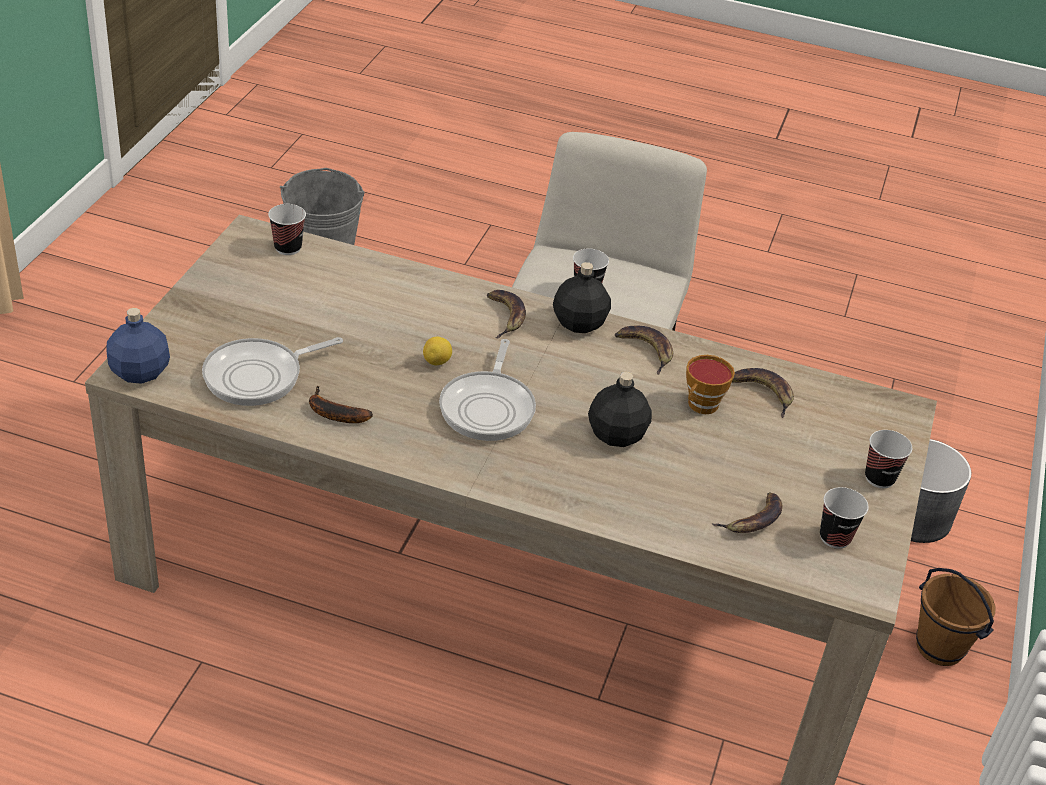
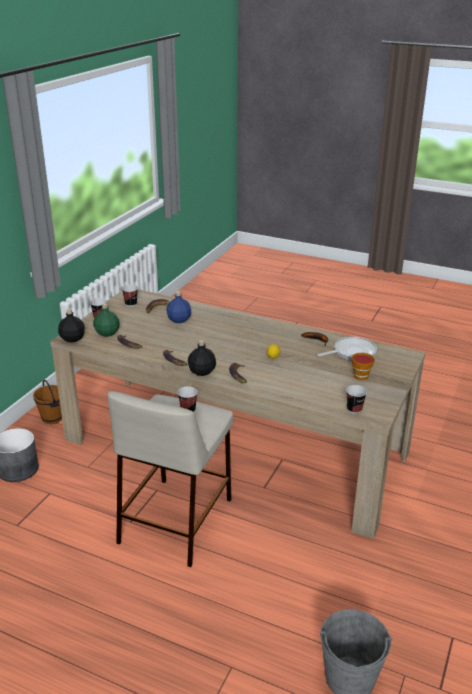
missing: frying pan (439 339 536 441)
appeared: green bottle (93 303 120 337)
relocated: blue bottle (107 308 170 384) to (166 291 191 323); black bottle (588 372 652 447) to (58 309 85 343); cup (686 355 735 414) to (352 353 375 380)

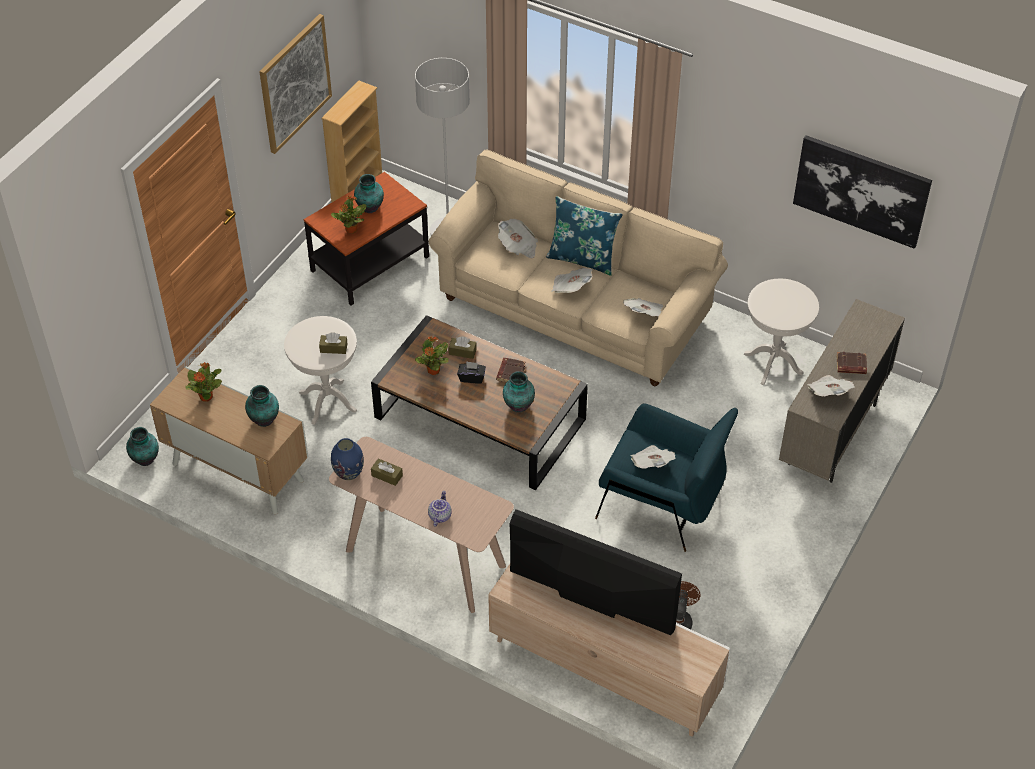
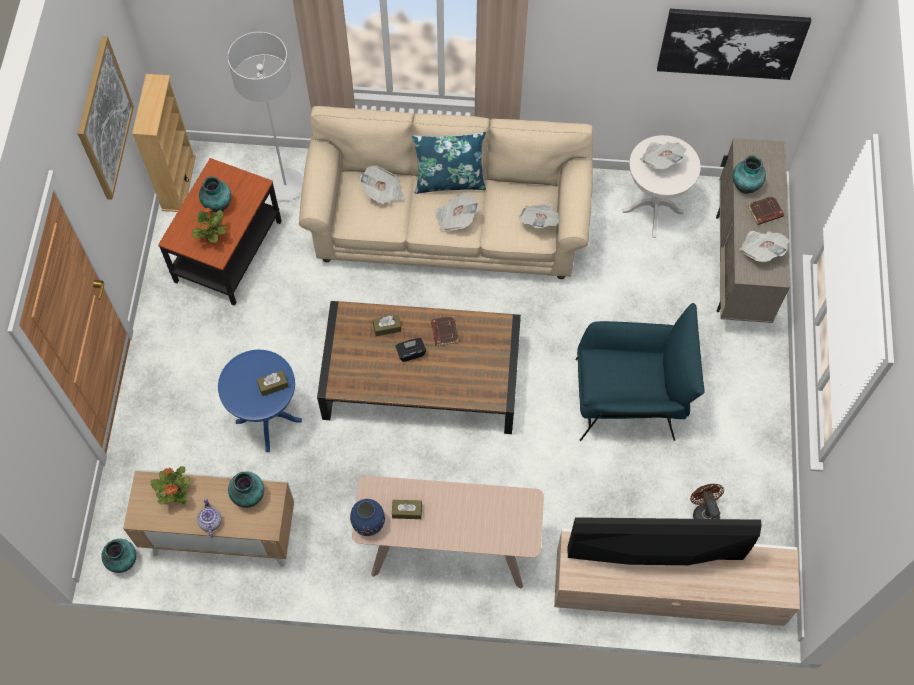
missing: potted plant (415 336 449 375)
relocated: teapot (428 491 452 527) to (197 498 222 538); vase (503 371 535 412) to (733 156 766 194); newspaper (631 445 676 469) to (640 142 687 169)
colour: white side table (284 316 357 425) to blue side table (218 350 302 452)

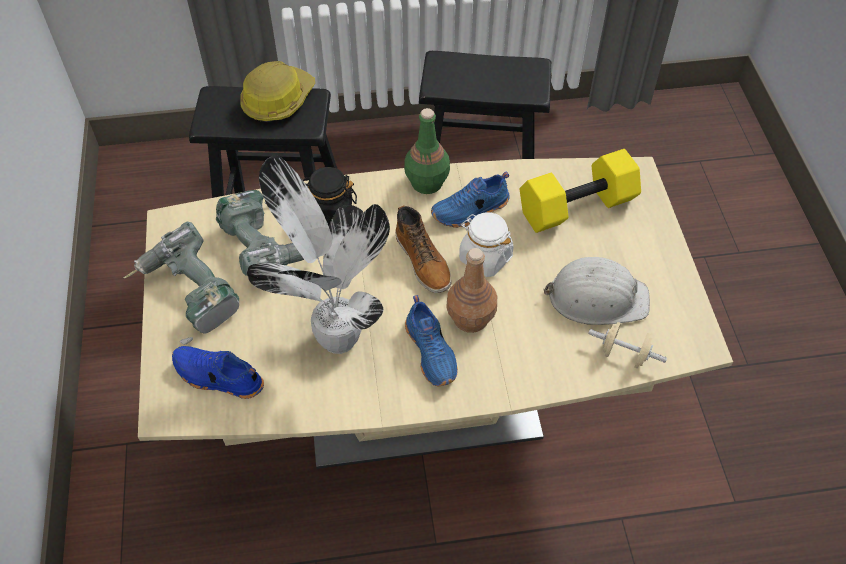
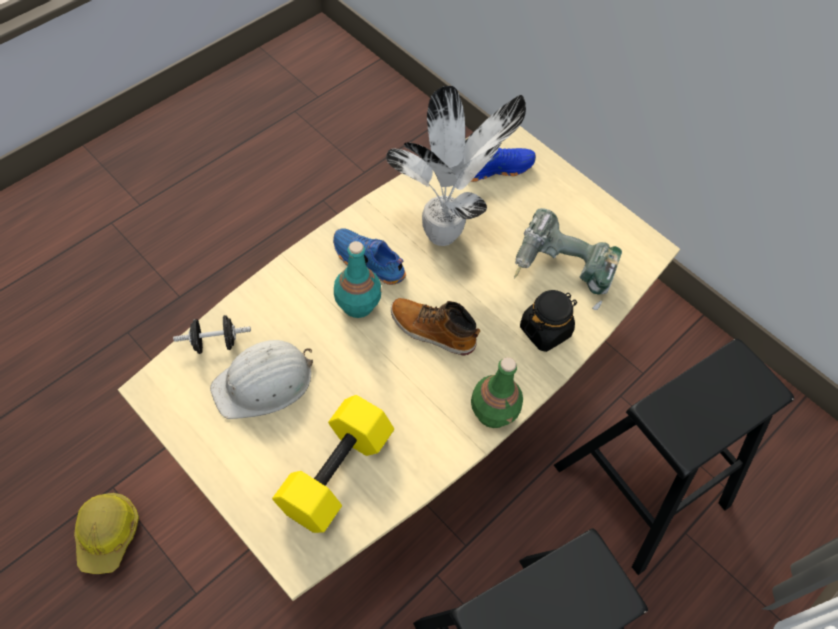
missing: power drill (123 222 239 345); blue shoe (431 172 510 228); white jar (459 212 514 277)
relocated: hard hat (241 61 315 122) to (74 493 139 574)
colour: brown bottle (446 248 497 333) to turquoise bottle (334 241 381 318); beige dumbbell (588 322 667 368) to black dumbbell (173 315 251 354)

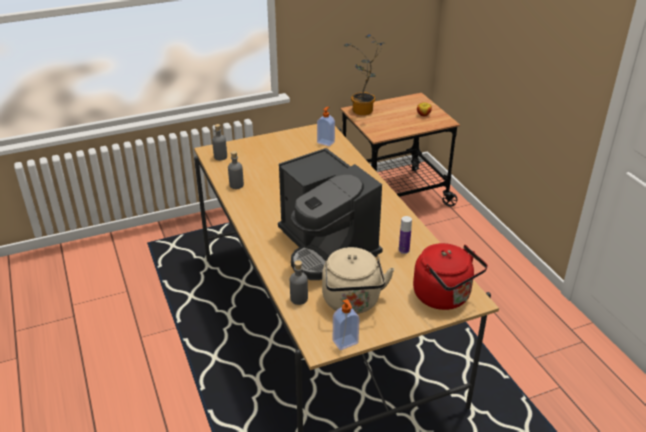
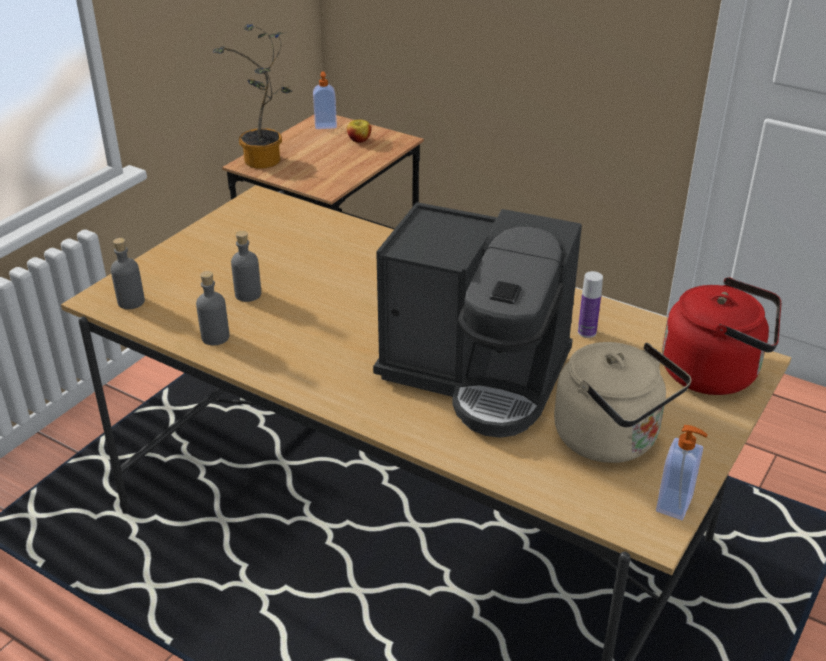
relocated: grey bottle (290 260 308 305) to (231 231 261 302); soap dispenser (317 107 335 146) to (313 72 337 129)

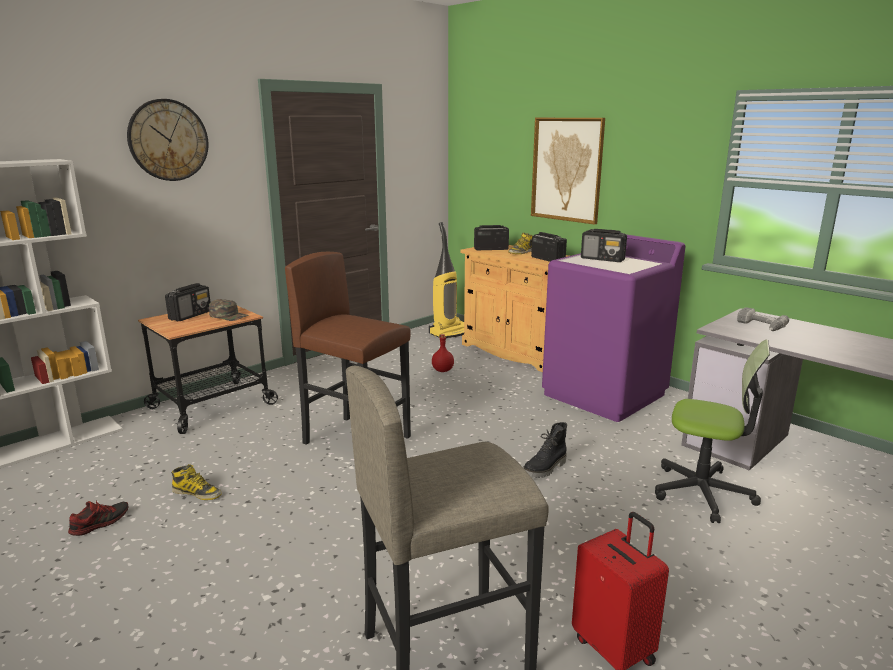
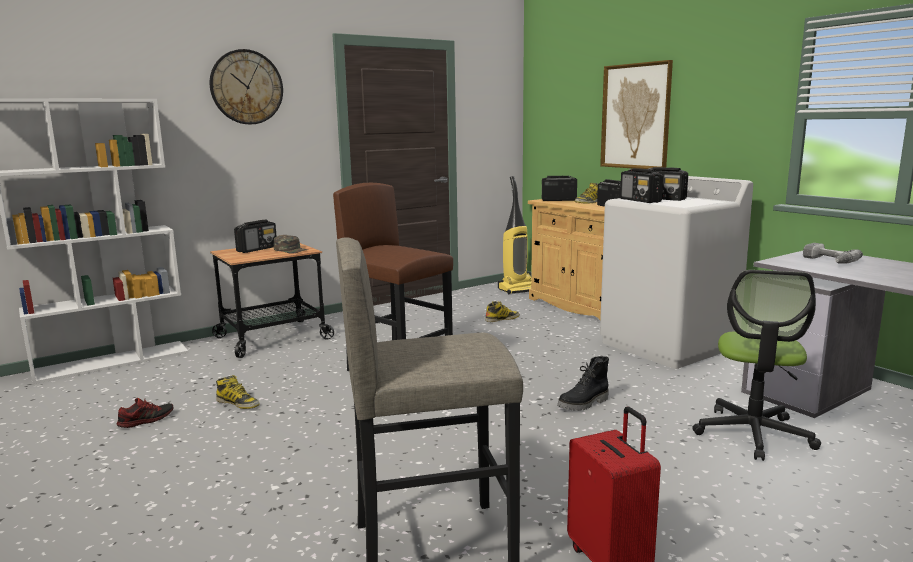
appeared: radio (620 168 663 203)
exchanged: red bottle (432 334 454 372) to boot (485 301 520 322)
colour: purple washing machine (542 234 685 422) to white washing machine (600 176 753 369)
spun: office chair (655 340 770 523) = (692 270 821 461) 75 degrees clockwise

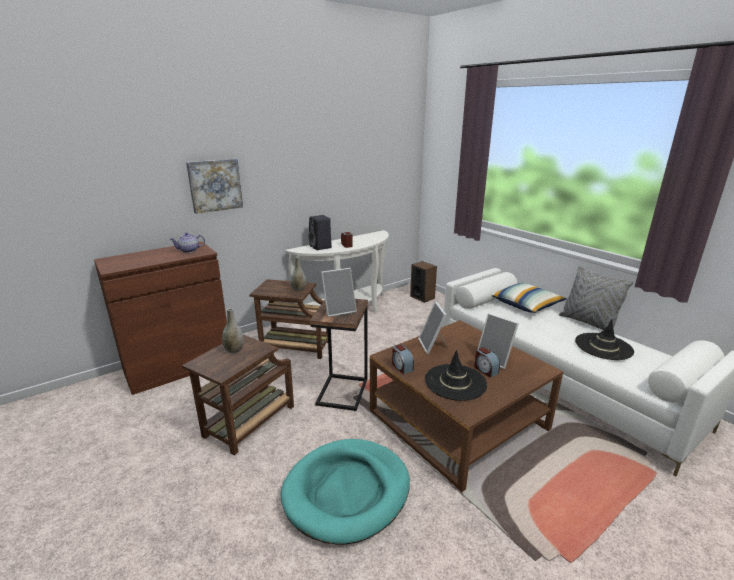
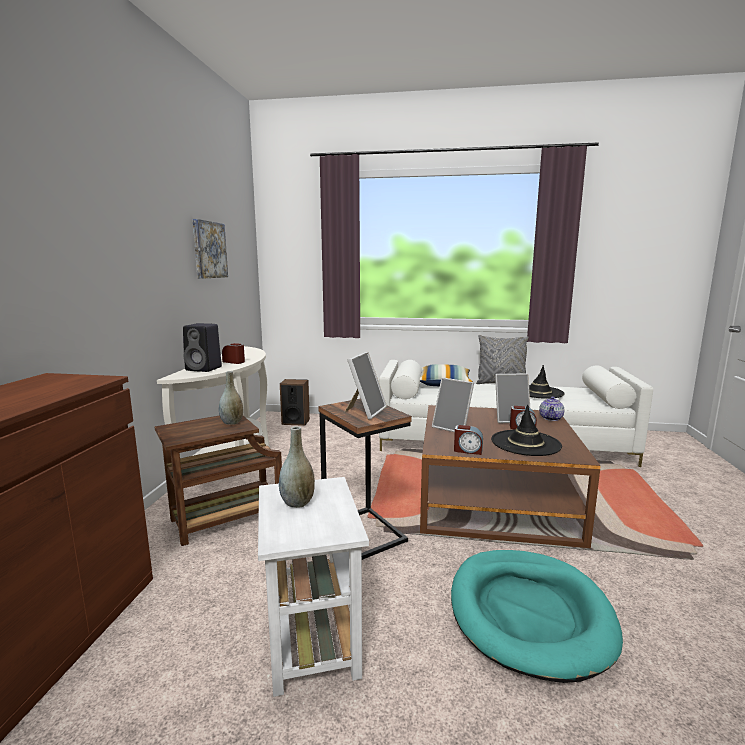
relocated: teapot (170 232 205 253) to (539 396 565 421); picture (186 159 243 214) to (192 219 228 279)
colour: brown side table (182 335 294 455) to white side table (258 477 369 697)

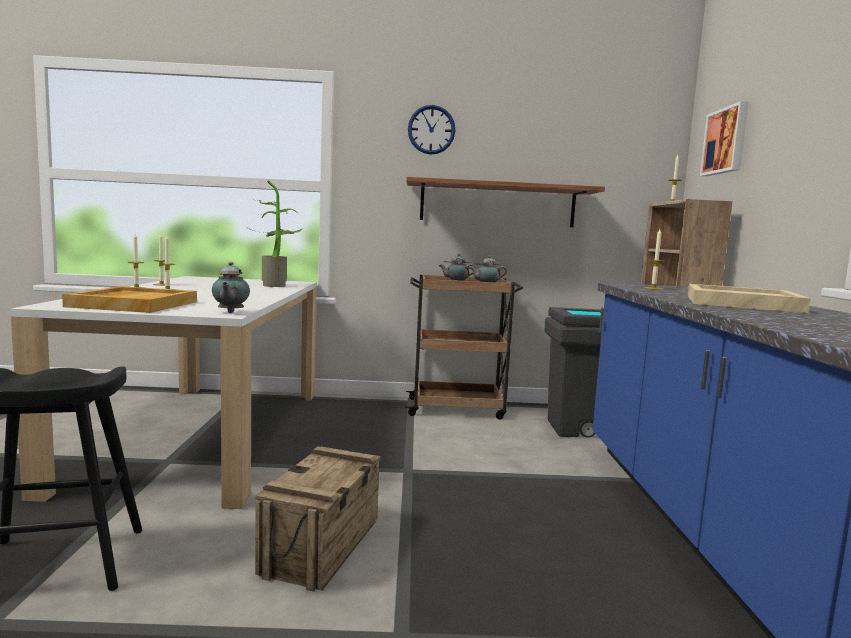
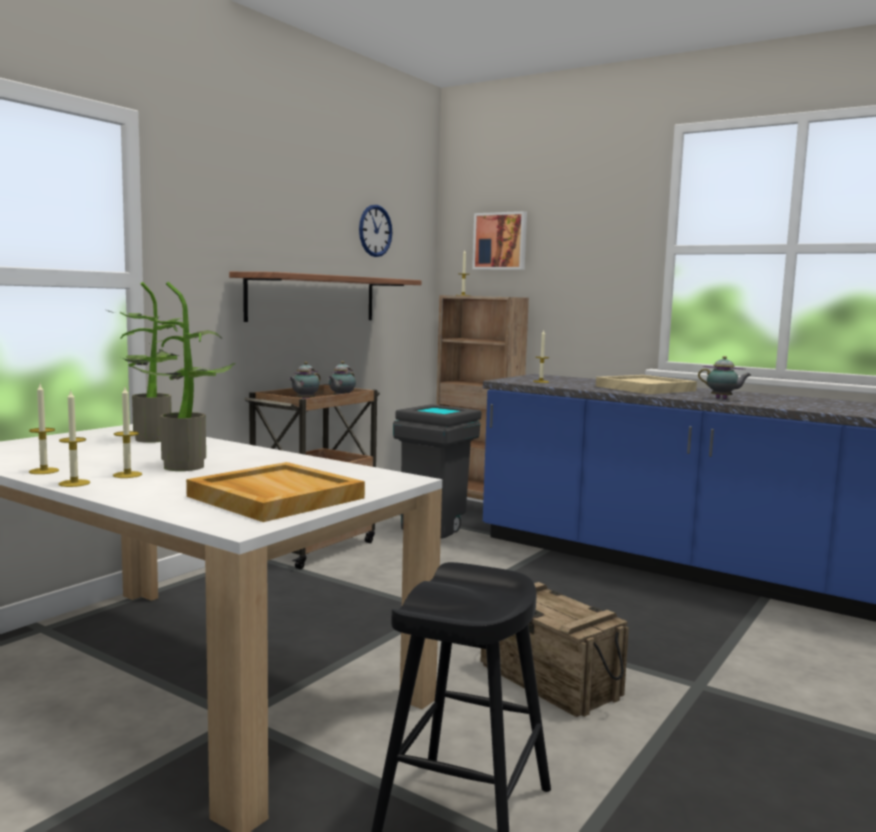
appeared: potted plant (131 281 236 471)
relocated: teapot (212 262 250 313) to (698 356 751 399); wall clock (408 105 455 155) to (359 205 392 257)

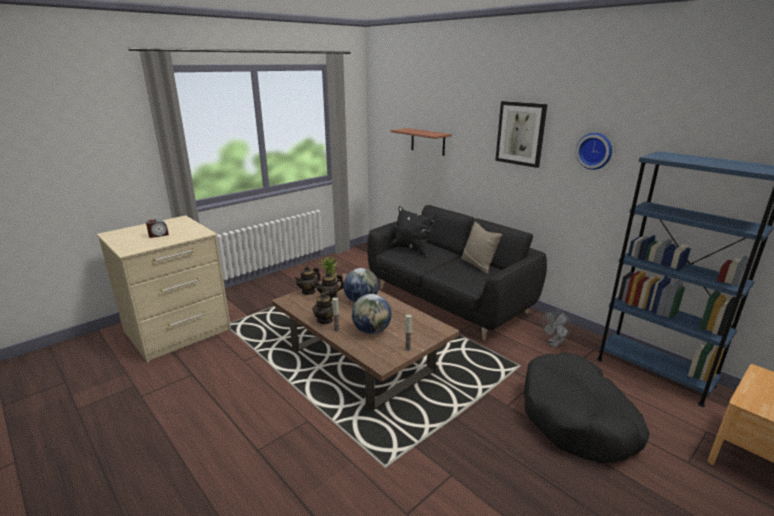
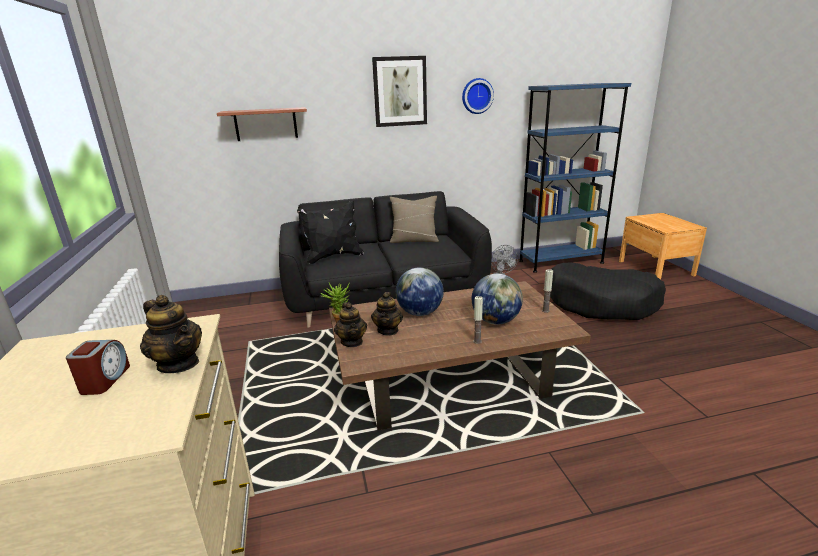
relocated: teapot (313 291 333 324) to (140 295 202 373)

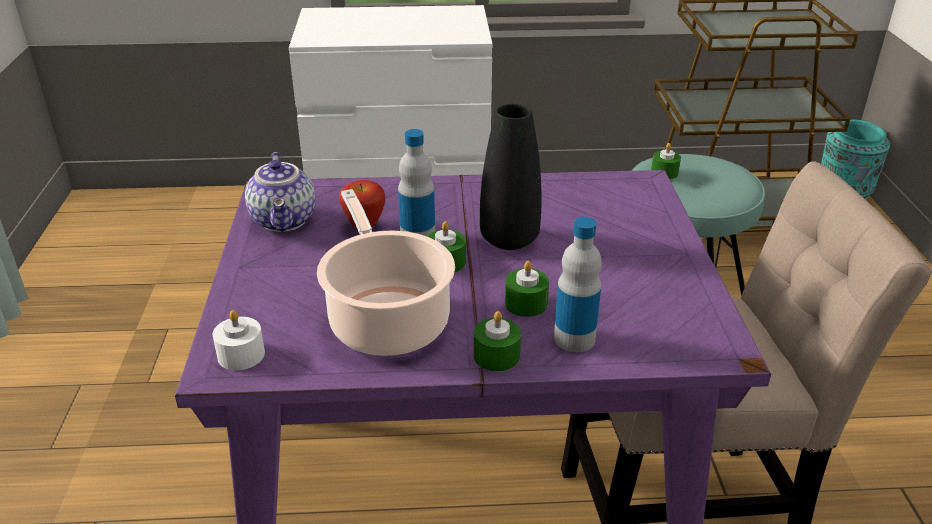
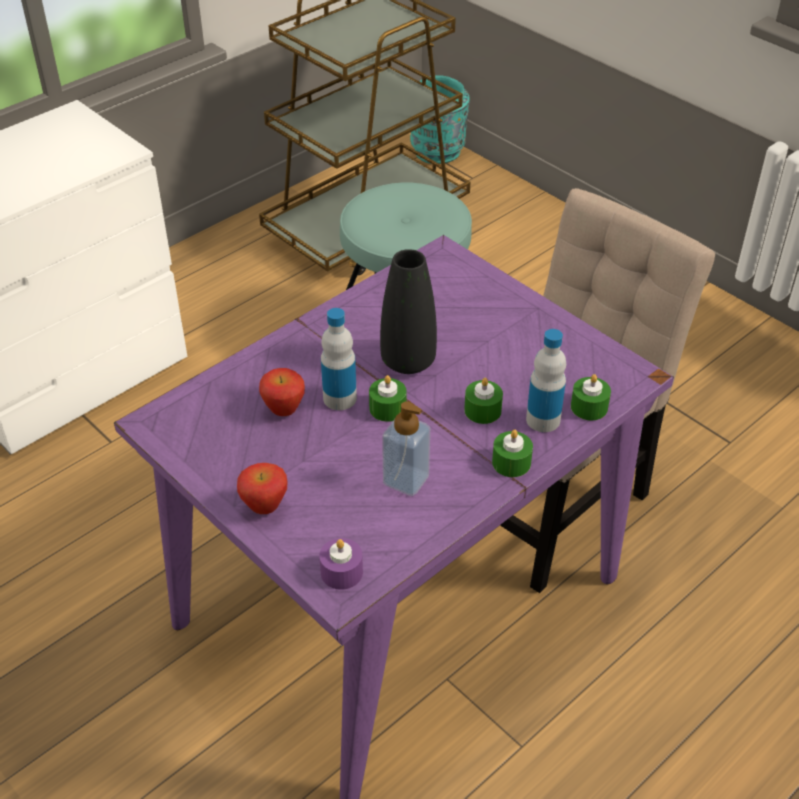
missing: teapot (245 152 316 232)
appeared: apple (237 463 288 514)
relocated: green candle (651 143 681 179) to (571 374 611 420)
exchanged: cooking pot (317 189 455 356) to soap dispenser (382 401 430 496)
colour: white candle (212 310 265 370) to purple candle (319 538 363 590)

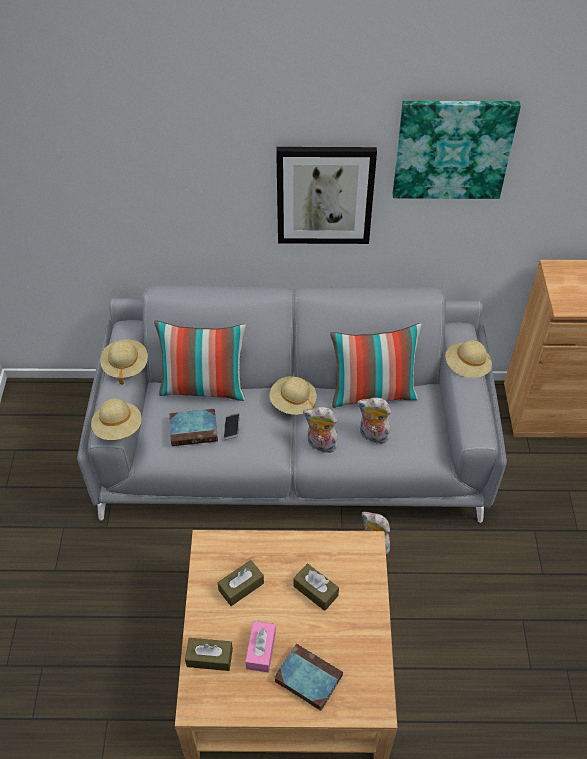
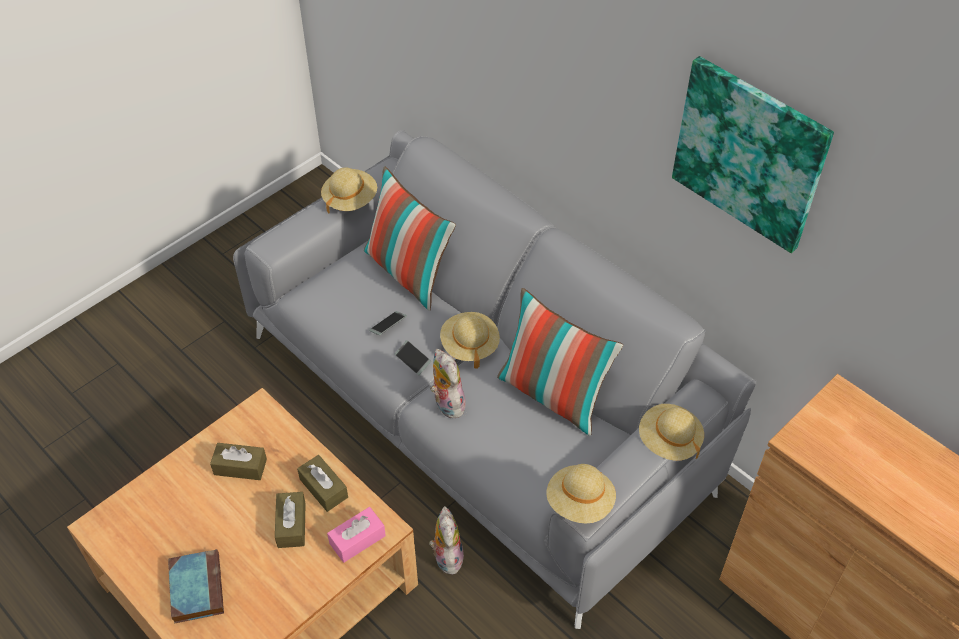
missing: book (169 409 218 446); picture (276 147 377 244); plush toy (357 397 391 444)
appeared: phone (395 340 431 375)
relocated: beige hat (91 399 142 440) to (546 464 616 524); brown tissue box (185 638 233 671) to (297 455 348 512); pink tissue box (245 621 276 672) to (327 507 386 563)

